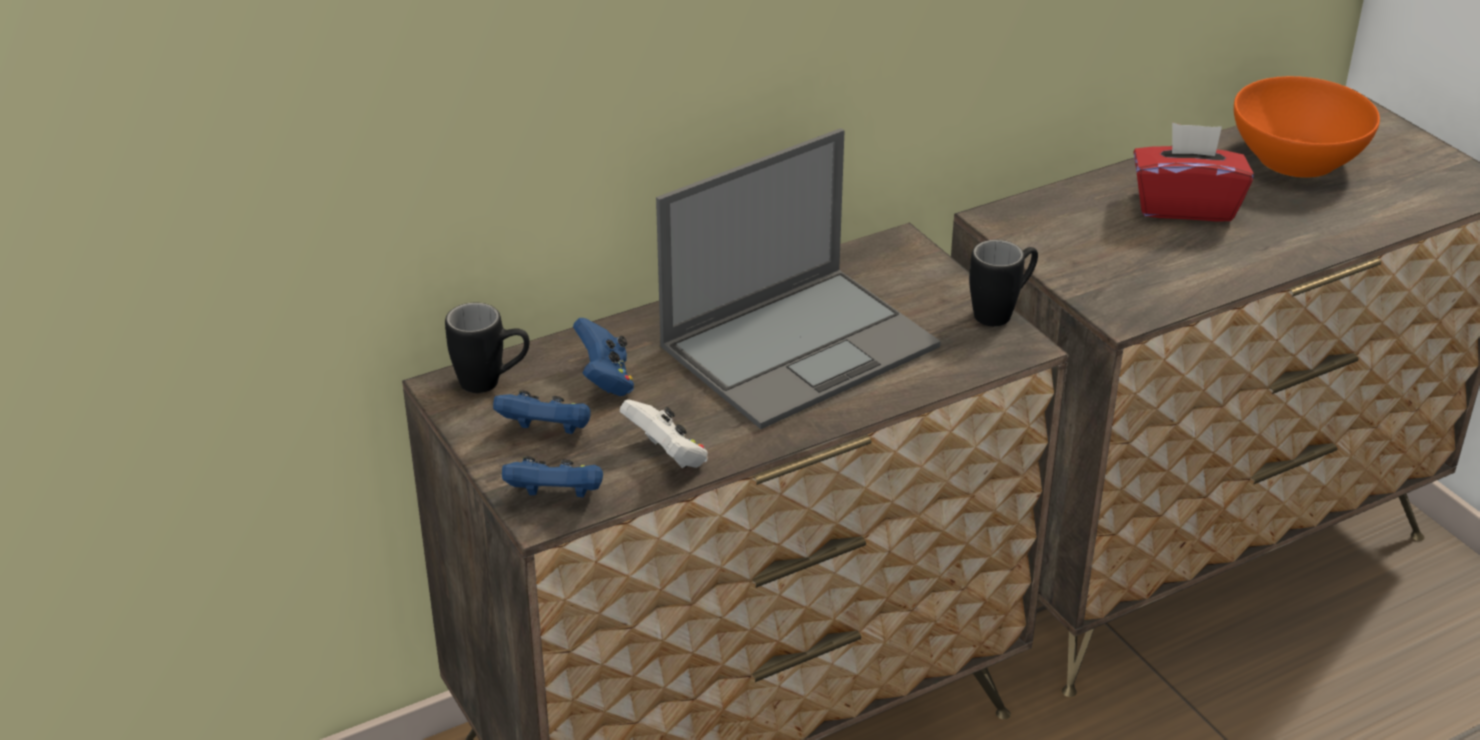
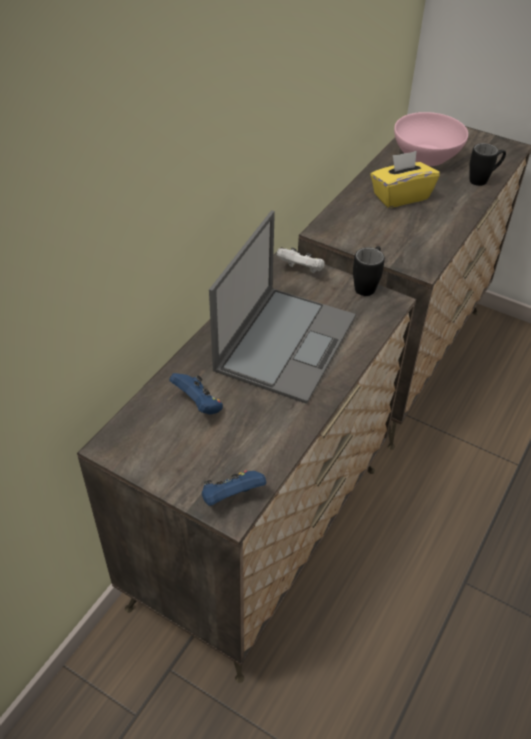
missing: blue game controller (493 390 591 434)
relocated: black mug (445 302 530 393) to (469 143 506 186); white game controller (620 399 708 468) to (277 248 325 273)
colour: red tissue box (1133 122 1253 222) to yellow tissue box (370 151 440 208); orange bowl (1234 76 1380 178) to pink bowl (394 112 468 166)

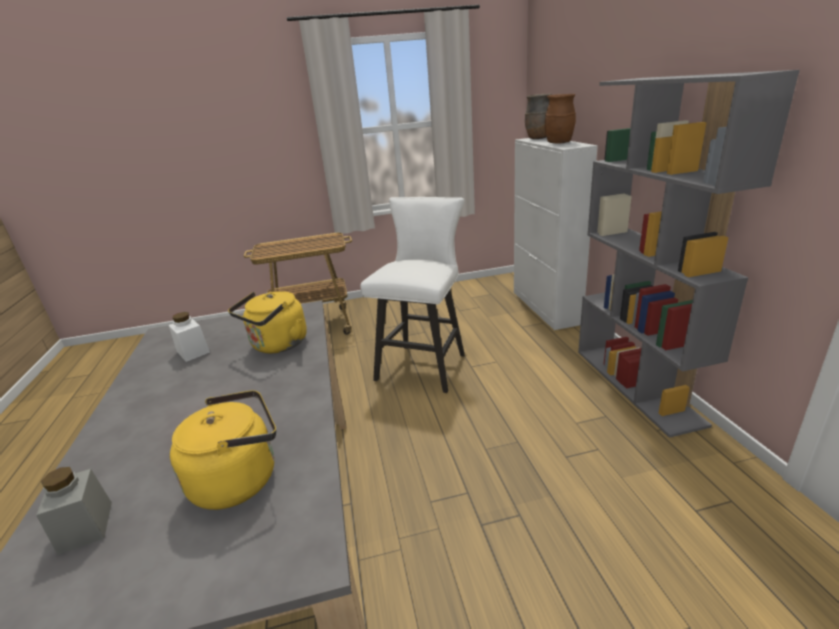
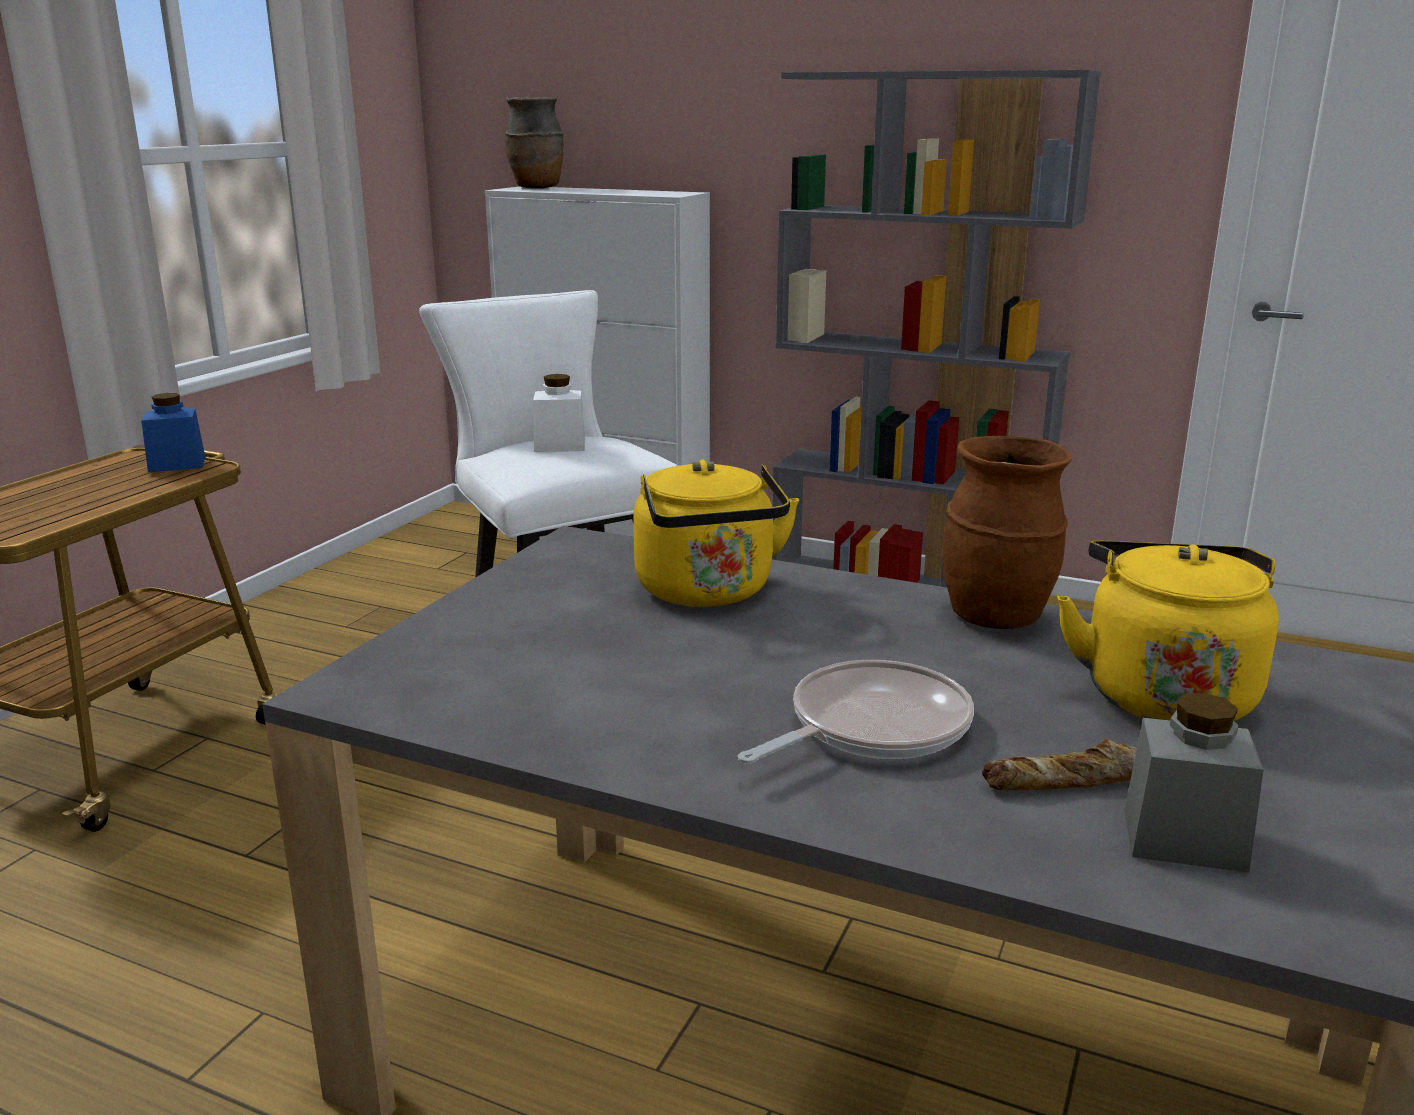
appeared: blue jar (141 393 205 472); frying pan (738 660 974 764); bread (982 739 1137 790)
relocated: white jar (169 312 210 362) to (533 374 585 452); brown vase (545 94 576 144) to (943 436 1072 629)

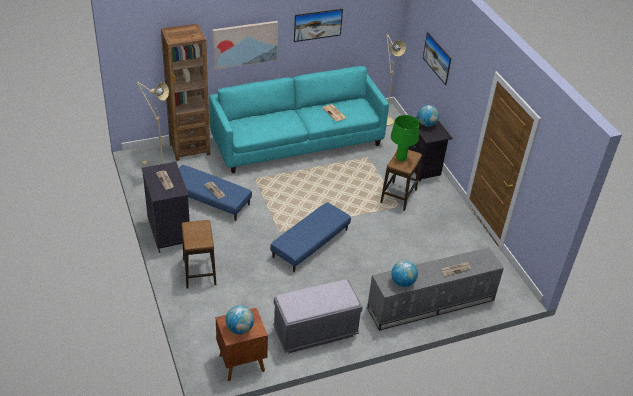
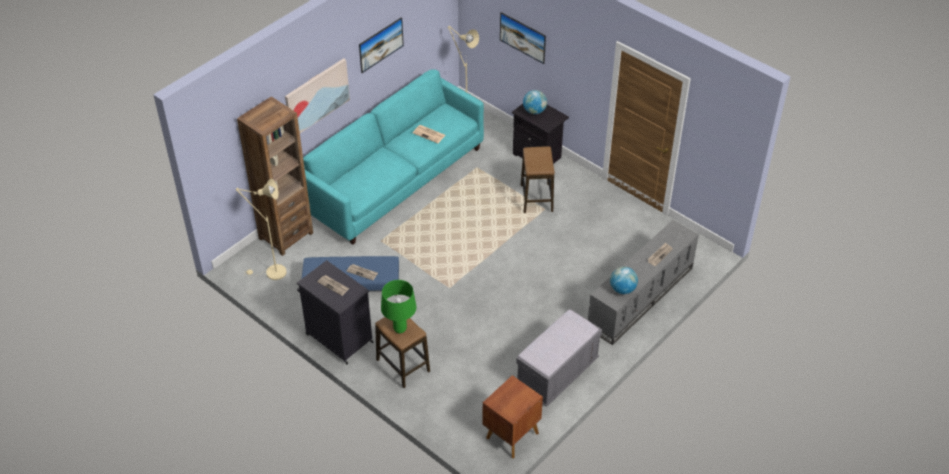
missing: globe (225 305 254 334); blue ottoman (270 202 351 272)
relocated: green table lamp (391 115 419 162) to (381 280 417 333)

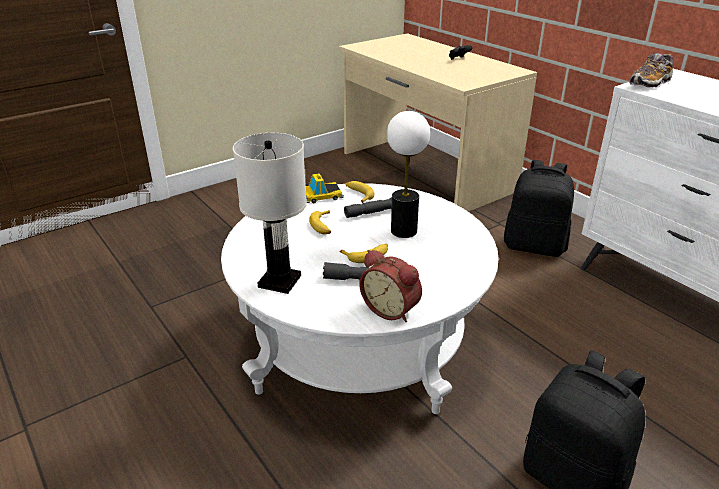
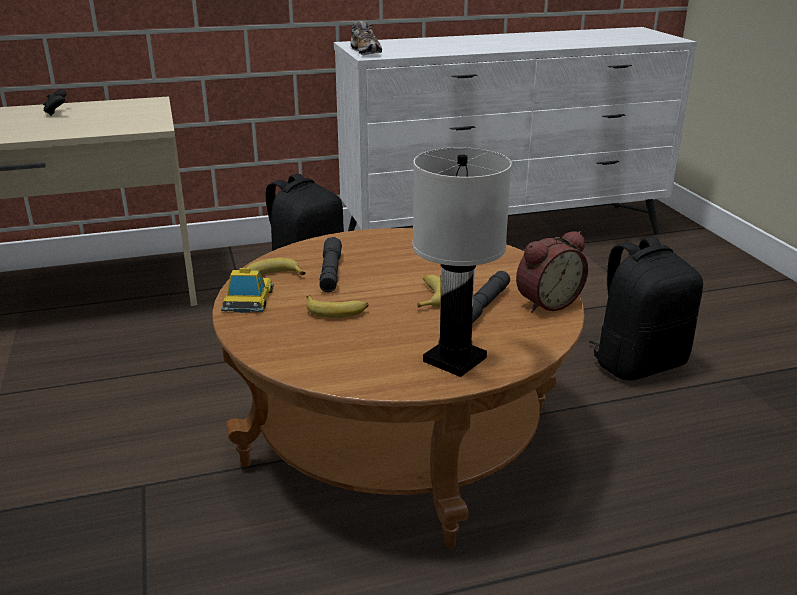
missing: table lamp (387 111 430 238)
colour: white coffee table (221 183 499 414) to brown coffee table (212 228 585 549)

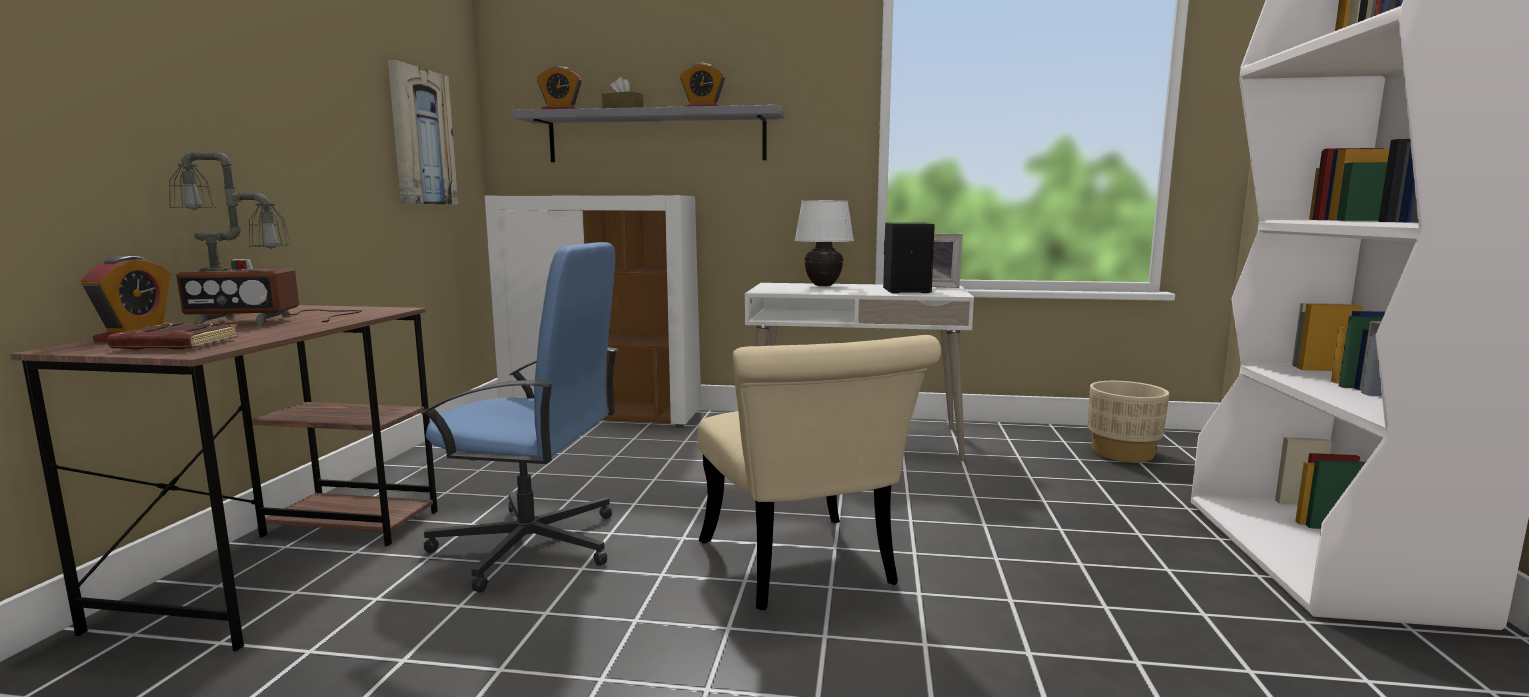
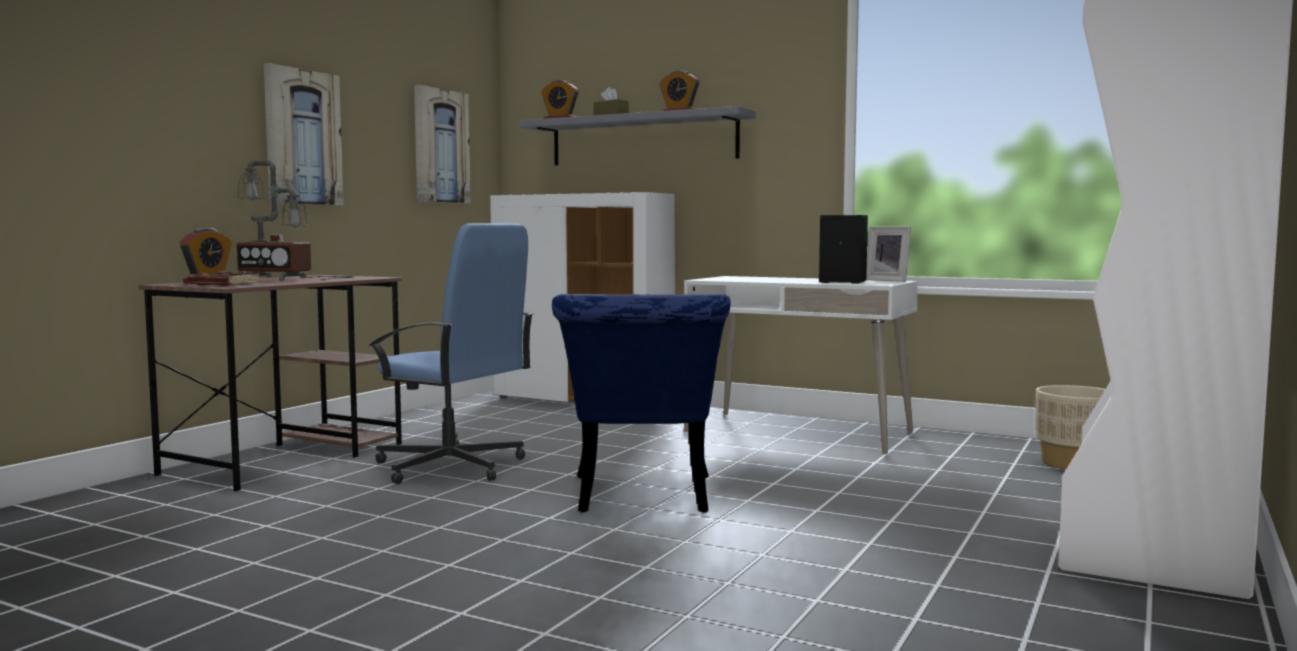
missing: white table lamp (794 200 854 286)
appeared: picture (264 63 344 205)
colour: beige chair (698 335 941 610) to blue chair (552 294 731 513)

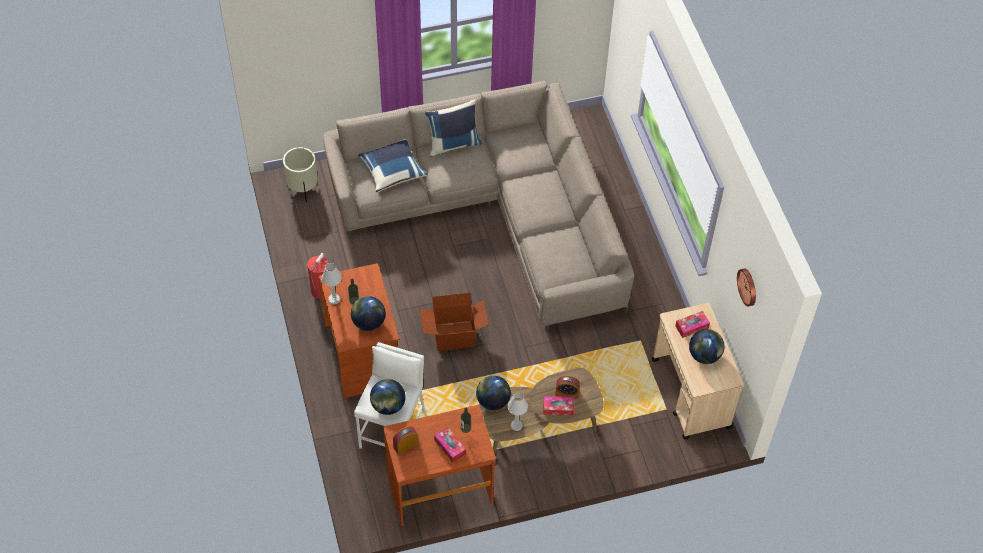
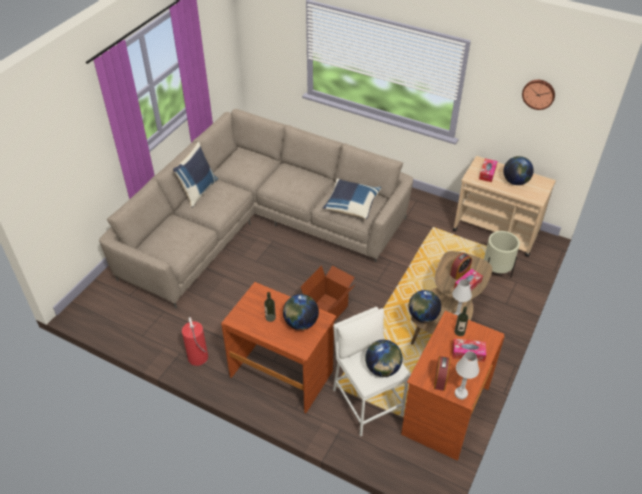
relocated: beige planter (283 147 318 202) to (484 231 520 278); white table lamp (322 263 342 304) to (455 351 479 399); blue pillow (358 139 428 193) to (323 178 381 220)

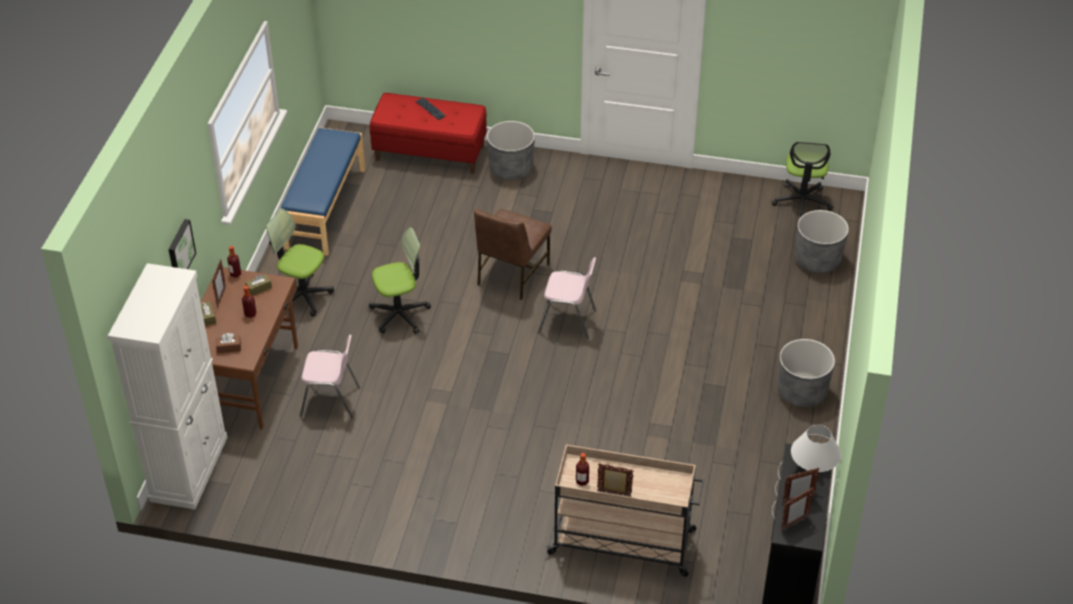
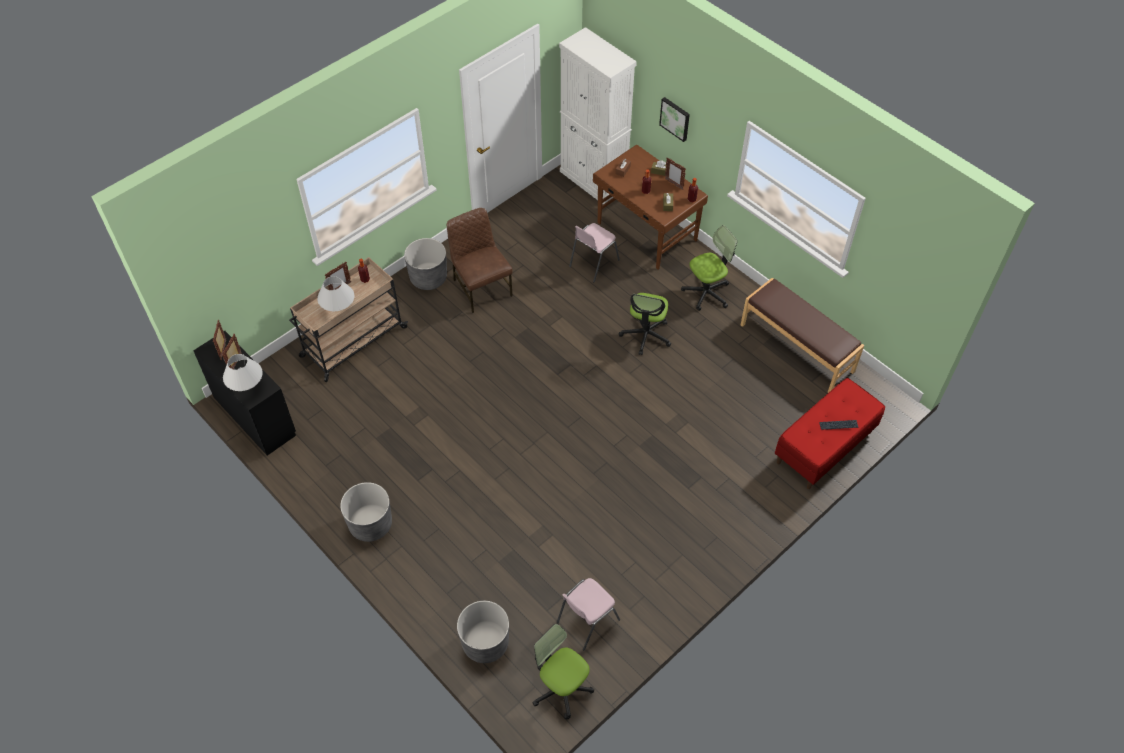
appeared: white table lamp (317 276 354 311)
relocated: brown chair (474 208 552 300) to (447 208 512 313); grey planter (487 121 535 180) to (404 238 447 290); pink chair (538 257 596 339) to (556 578 620 650)
colour: blue bench (281 127 365 256) to brown bench (741 278 864 393)

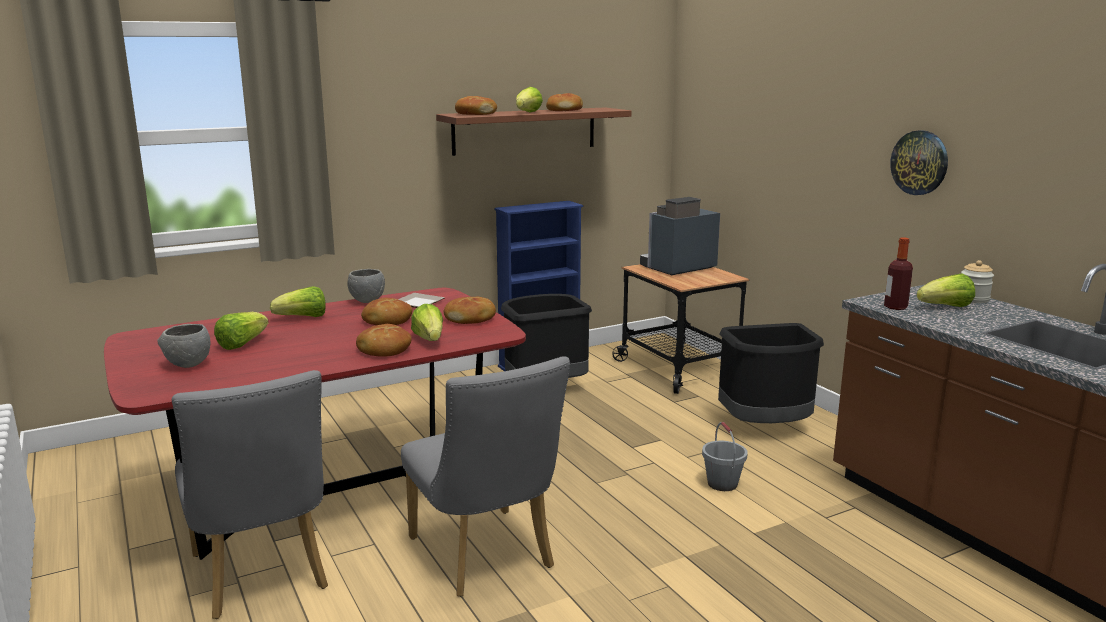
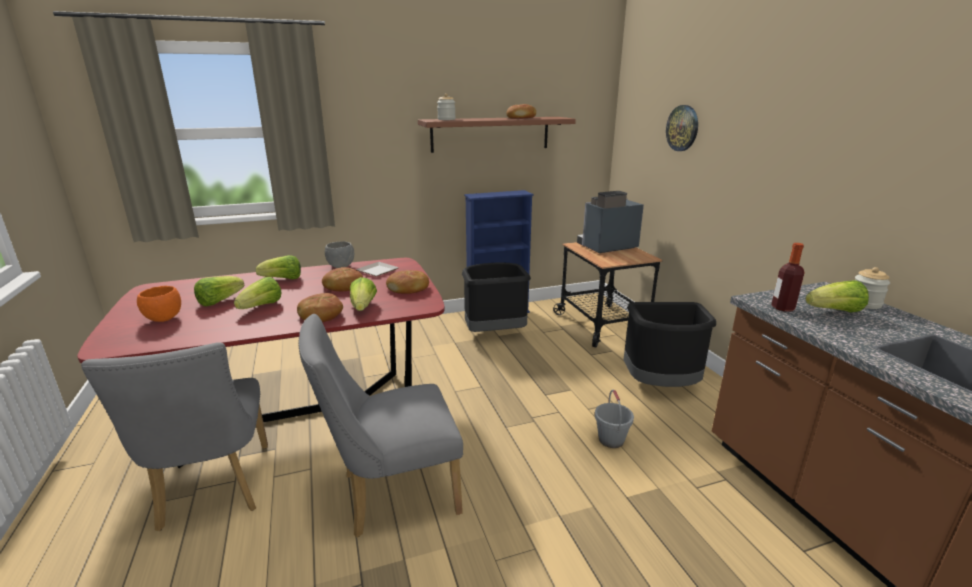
relocated: lettuce (516 87 543 112) to (234 277 282 309); wall clock (890 130 948 195) to (666 105 698 151)
exchanged: bread (455 96 497 115) to jar (437 93 456 120)
colour: grey bowl (157 324 211 368) to orange bowl (137 286 181 322)
spun: grey chair (401 356 570 597) = (299 314 463 538) 90 degrees clockwise

